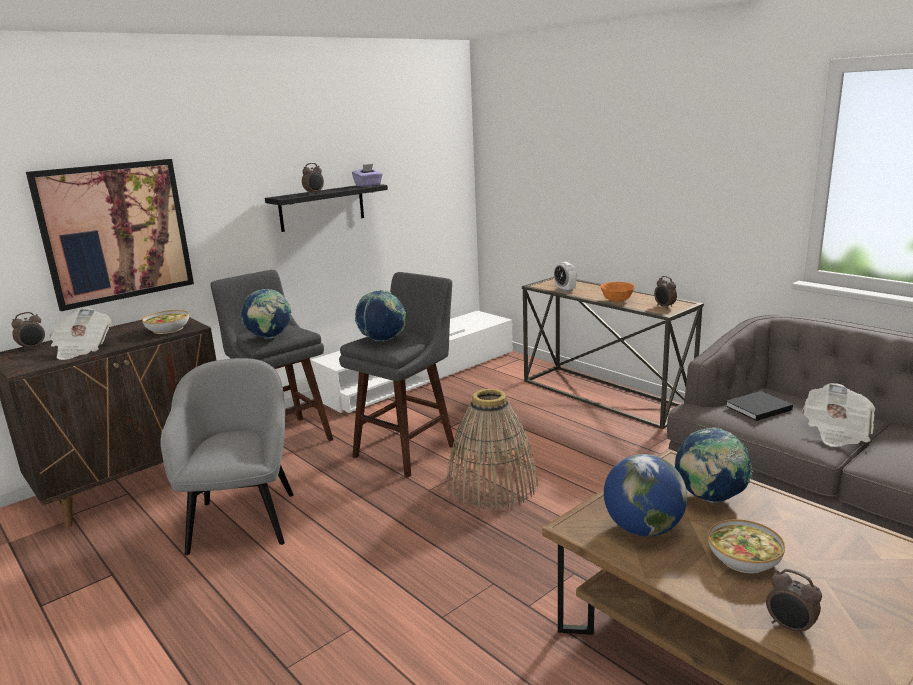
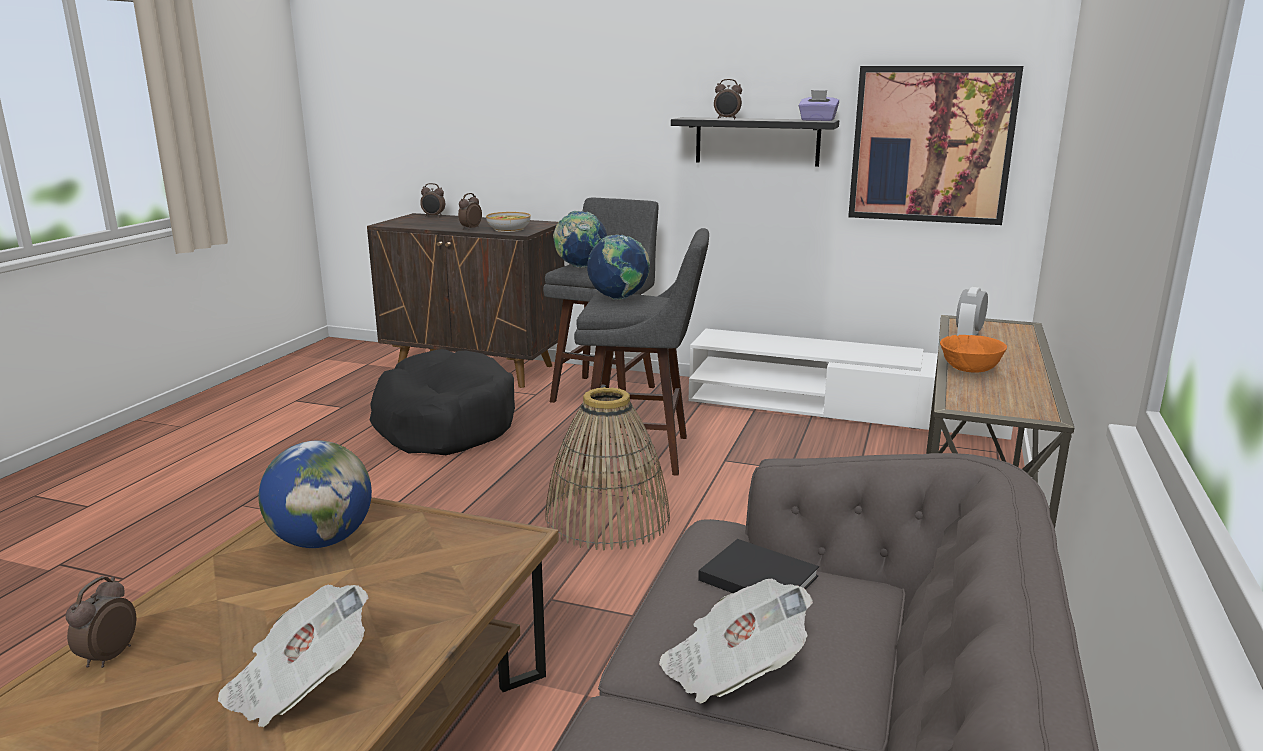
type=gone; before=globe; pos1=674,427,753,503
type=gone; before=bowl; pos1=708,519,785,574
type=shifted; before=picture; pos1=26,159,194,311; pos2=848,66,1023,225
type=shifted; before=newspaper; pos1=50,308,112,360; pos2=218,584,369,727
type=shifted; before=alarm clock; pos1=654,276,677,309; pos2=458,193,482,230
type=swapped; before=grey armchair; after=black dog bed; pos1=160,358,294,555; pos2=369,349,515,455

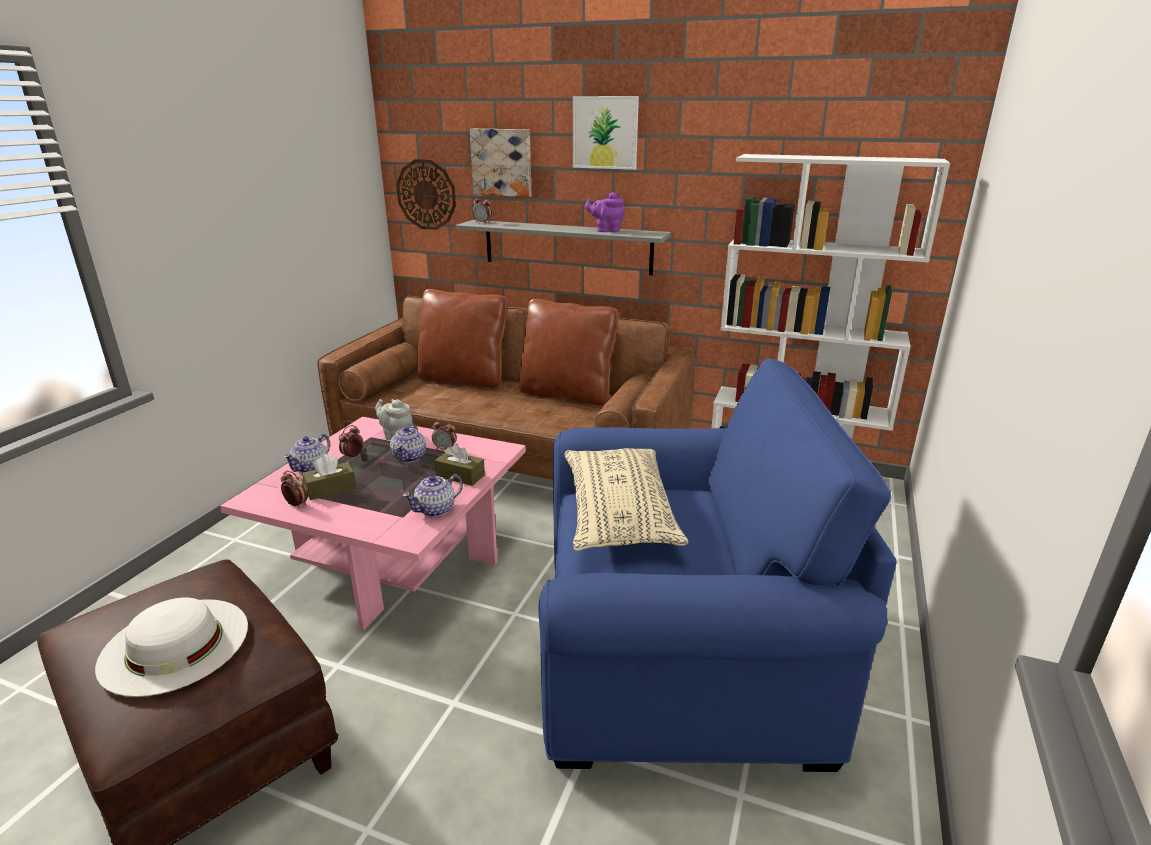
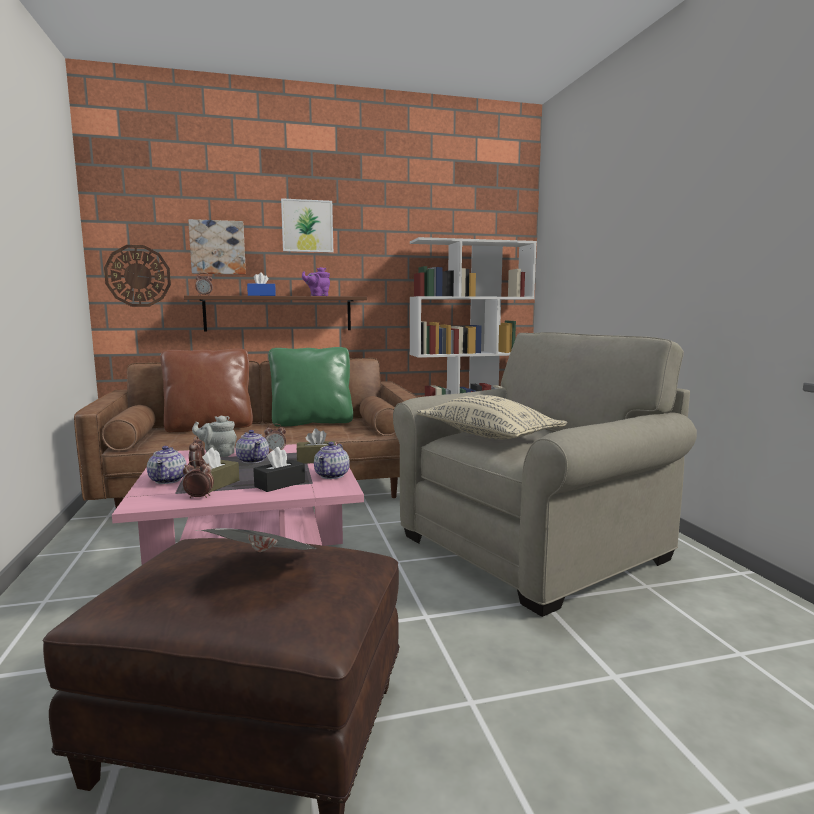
type=new; after=blue tissue box; pos2=247,272,276,296
type=new; after=black tissue box; pos2=253,447,305,492
type=swapped; before=white hat; after=newspaper; pos1=95,598,248,697; pos2=195,528,317,552
type=repainted; before=grey shelf; after=brown shelf; pos1=456,220,671,275; pos2=184,295,367,332
type=repainted; before=brown pillow; after=green pillow; pos1=519,299,619,405; pos2=269,347,353,427
type=repainted; before=blue armchair; after=beige armchair; pos1=539,358,896,772; pos2=393,332,697,617

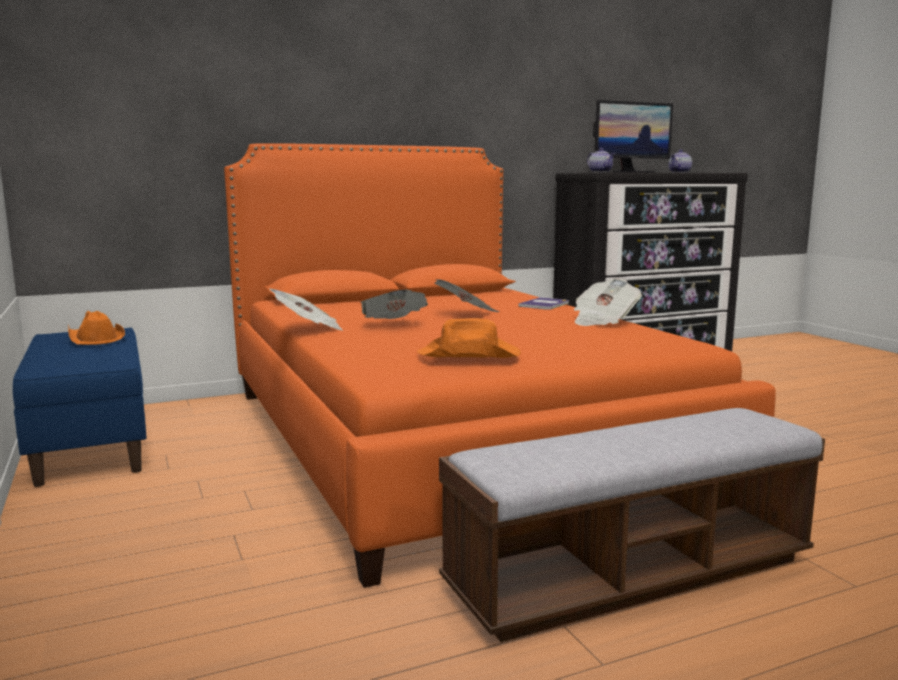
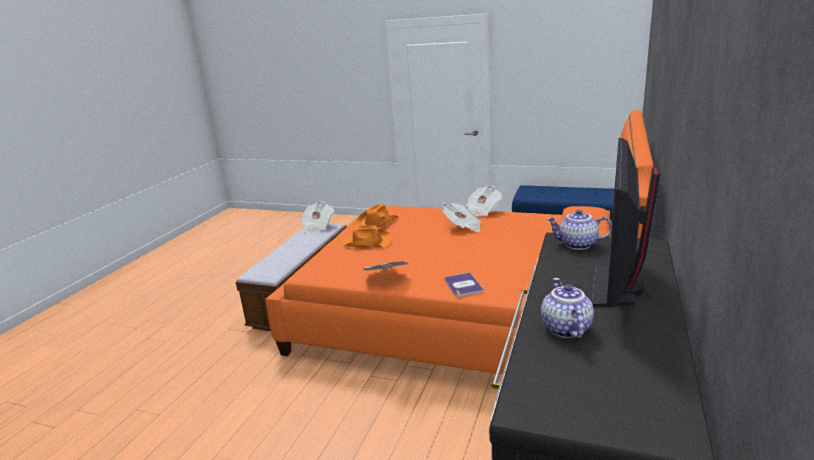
type=shifted; before=orange hat; pos1=68,311,125,345; pos2=343,225,392,248
type=shifted; before=newspaper; pos1=435,279,500,312; pos2=301,201,334,233

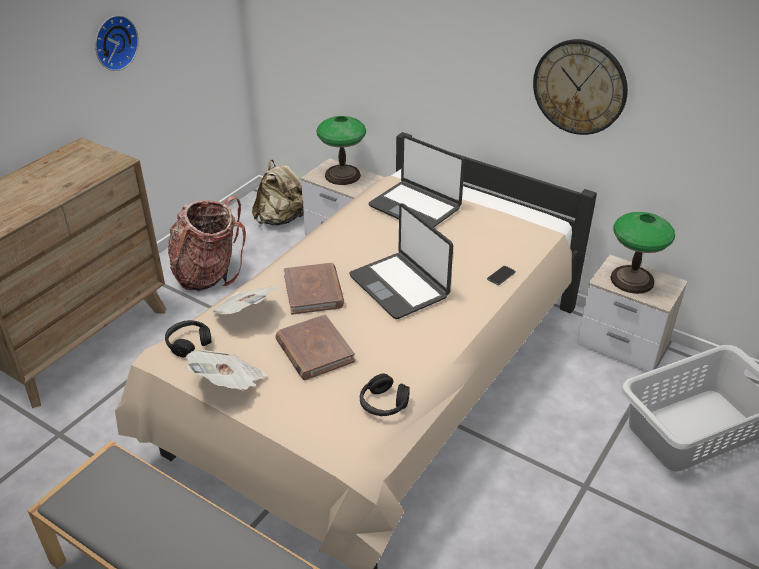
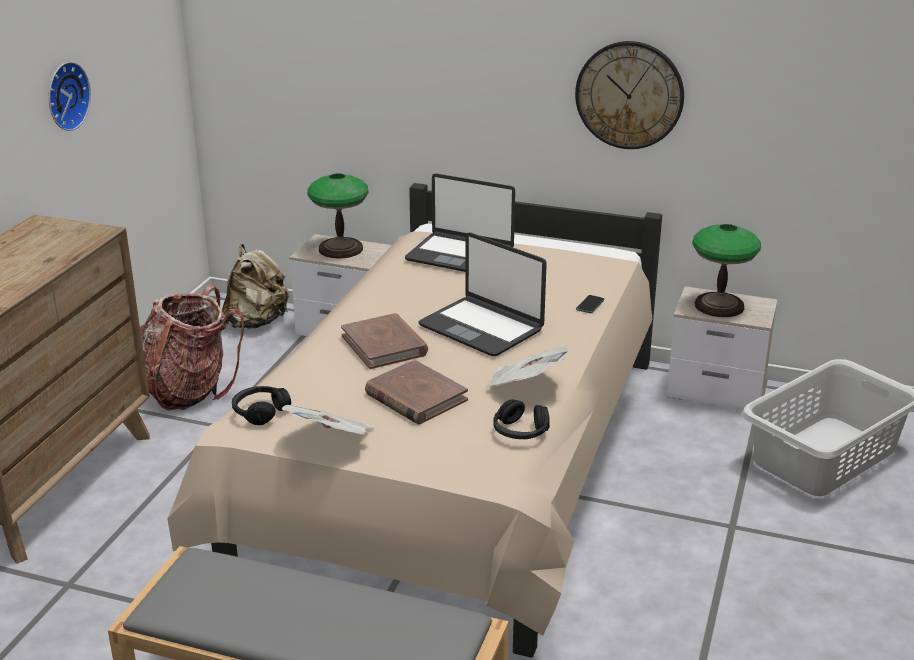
type=shifted; before=newspaper; pos1=211,286,276,314; pos2=487,345,569,387

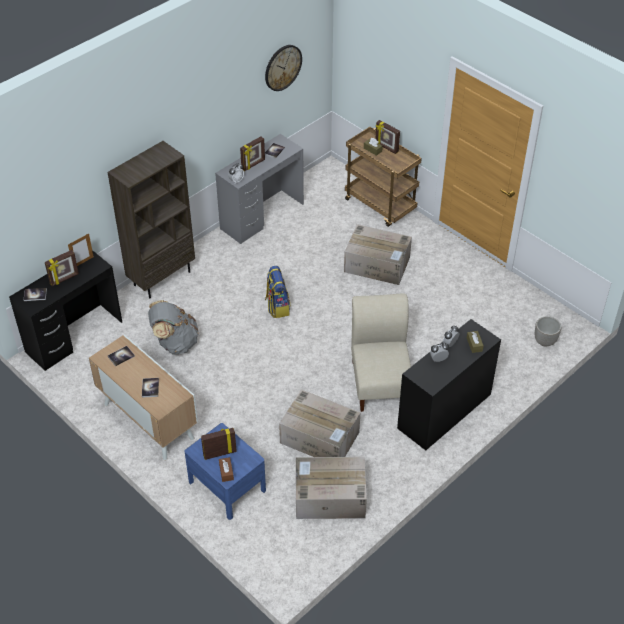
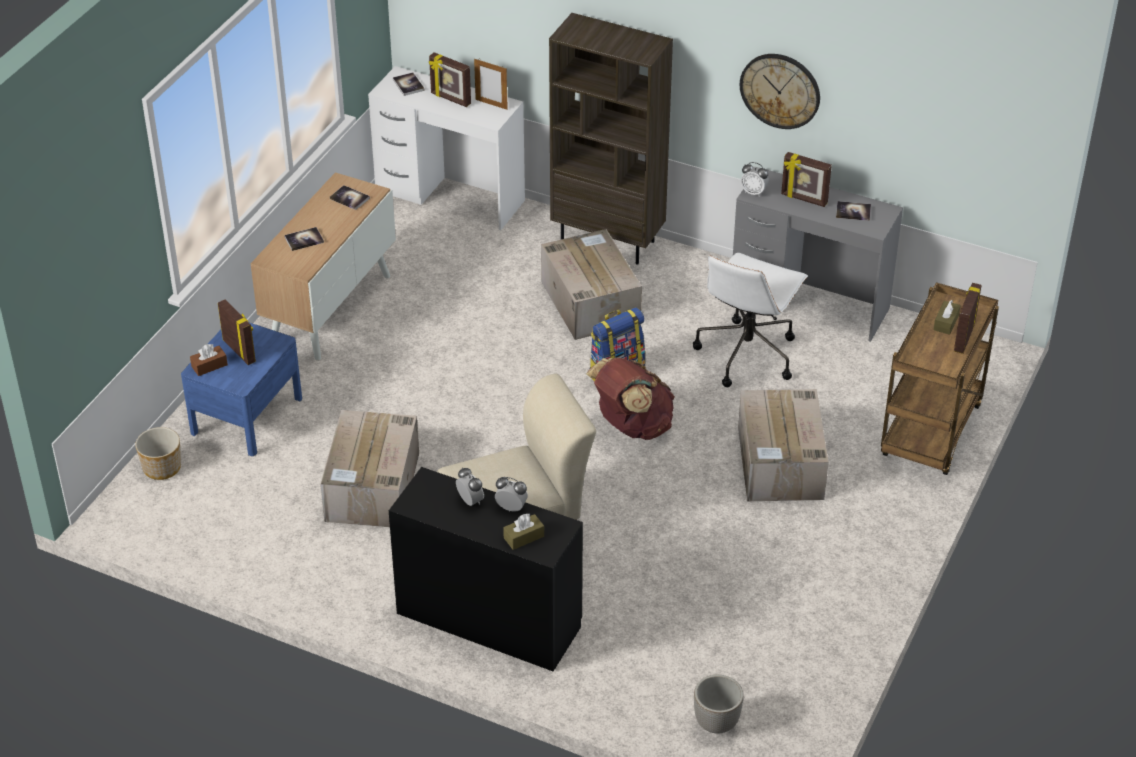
type=gone; before=grey backpack; pos1=148,300,199,355
type=new; after=planter; pos2=135,427,181,480
type=new; after=brown backpack; pos2=586,357,675,440
type=new; after=white office chair; pos2=693,253,808,387
type=shifted; before=wall clock; pos1=265,45,302,91; pos2=740,54,820,129
type=shifted; before=cardboard box; pos1=296,457,367,519; pos2=541,229,642,340
type=repainted; before=black desk; after=white desk; pos1=9,250,122,371; pos2=368,66,525,230

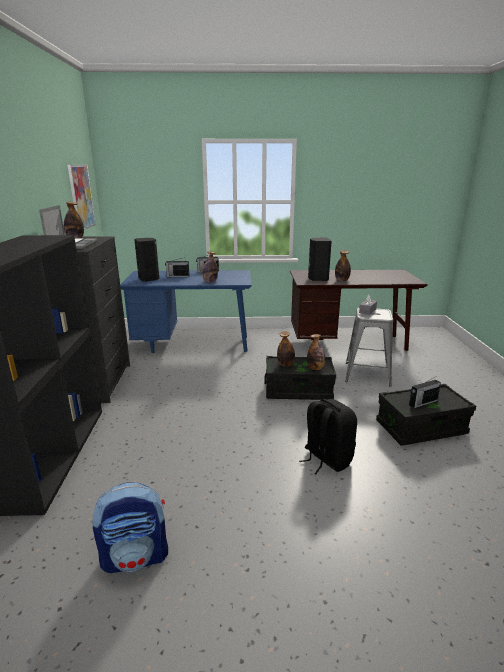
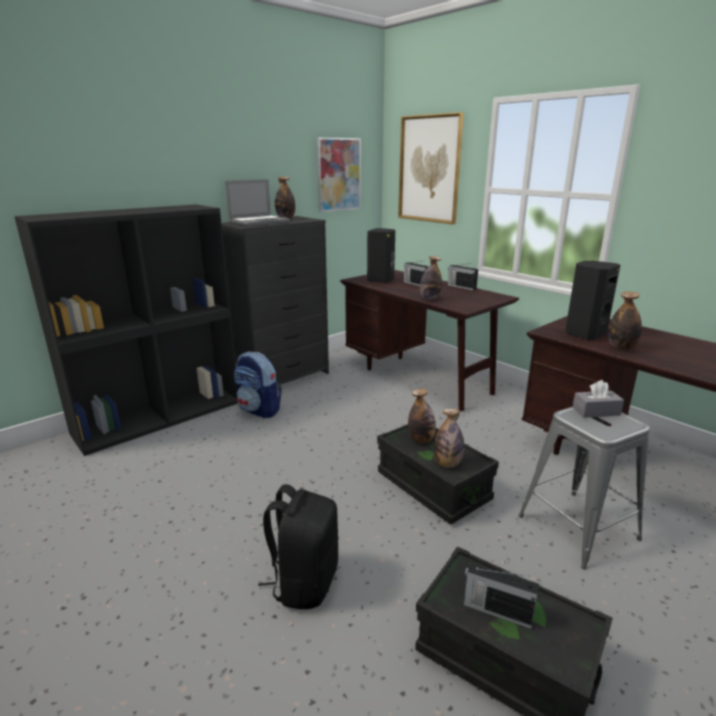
type=new; after=picture; pos2=398,112,464,224
type=shifted; before=backpack; pos1=93,482,168,573; pos2=234,352,281,418
type=repainted; before=blue desk; after=brown desk; pos1=120,270,251,353; pos2=340,270,519,411

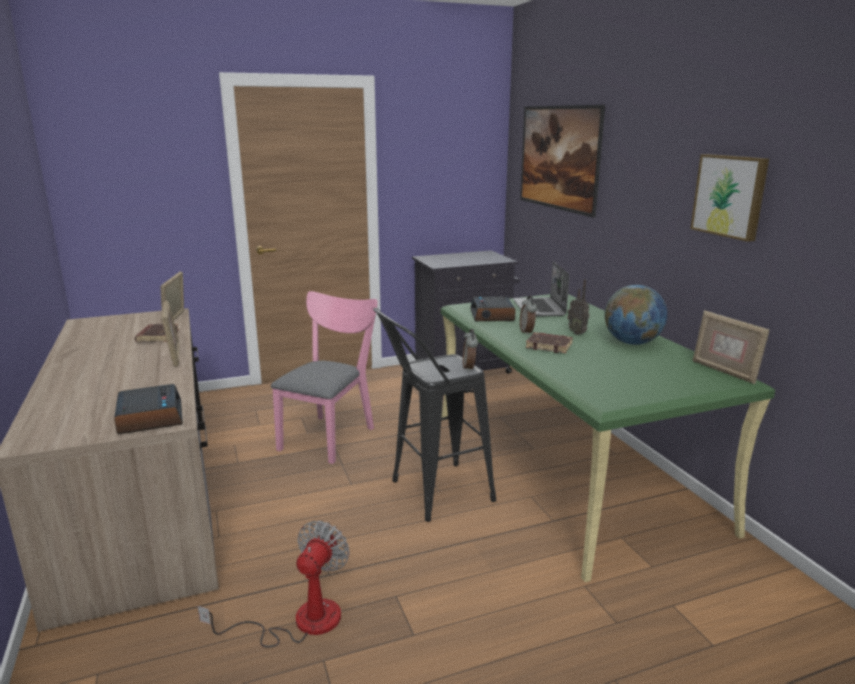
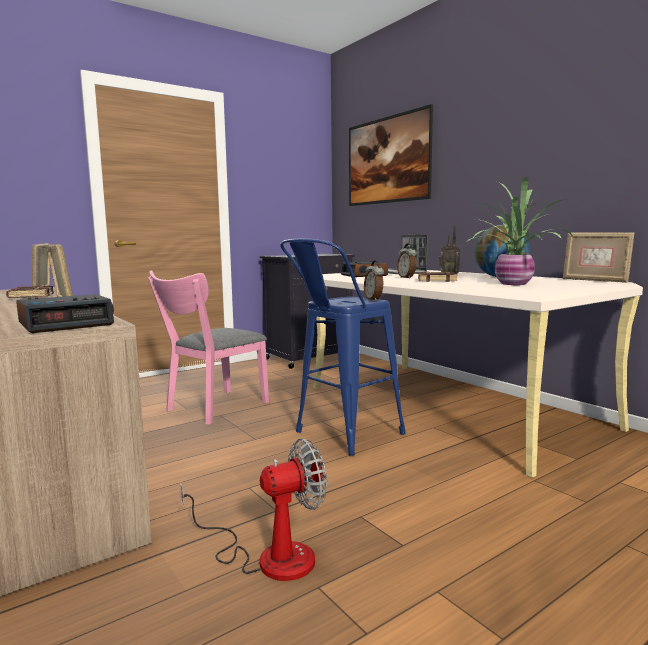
type=gone; before=picture; pos1=690,154,769,242
type=new; after=potted plant; pos2=468,177,573,285
type=repainted; before=black stool; after=blue stool; pos1=373,308,496,522; pos2=280,239,406,456
type=repainted; before=green desk; after=beige desk; pos1=441,294,775,582; pos2=313,270,643,478
type=rotated; before=alarm clock; pos1=114,384,183,434; pos2=16,294,114,333; turn=90
type=rotated; before=fan; pos1=198,521,350,648; pos2=180,438,327,581; turn=60
type=rotated; before=pink chair; pos1=271,291,378,464; pos2=148,270,269,425; turn=-150

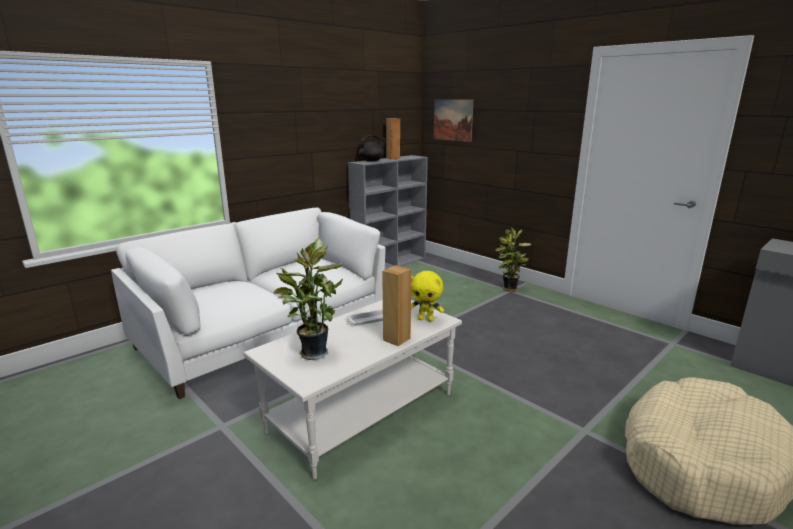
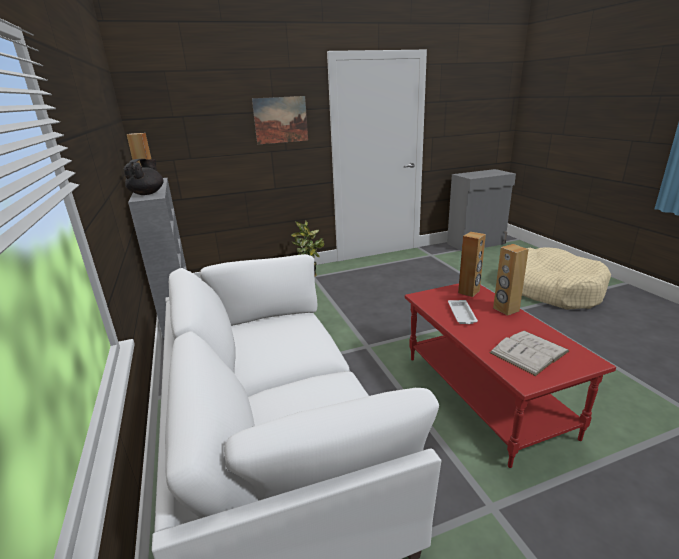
type=shifted; before=picture; pos1=434,99,474,142; pos2=252,96,308,145
type=swapped; before=potted plant; after=white book; pos1=273,237,343,360; pos2=489,331,569,376
type=swapped; before=yellow plush toy; after=brown speaker; pos1=411,271,444,322; pos2=458,232,486,297
type=repainted; before=white coffee table; after=red coffee table; pos1=243,300,462,480; pos2=405,283,616,468

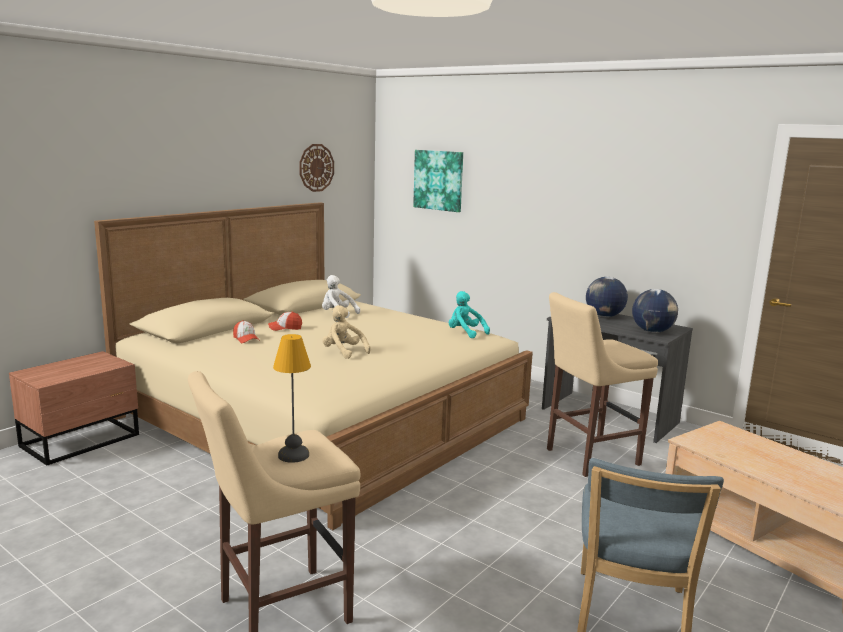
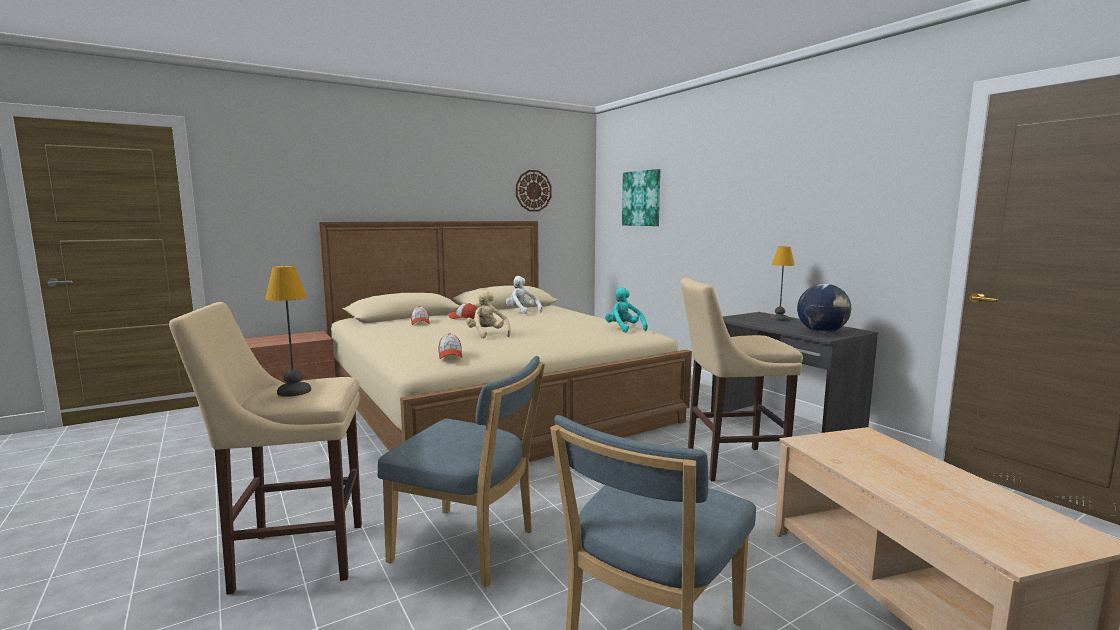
type=new; after=blue chair; pos2=378,356,545,587
type=new; after=cap; pos2=438,333,462,359
type=swapped; before=globe; after=table lamp; pos1=586,277,628,317; pos2=770,247,795,321

